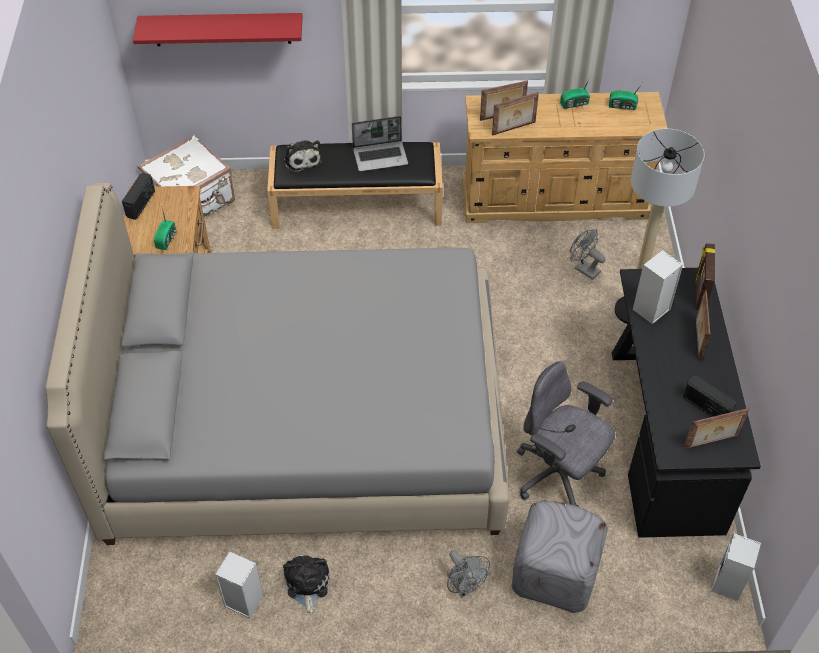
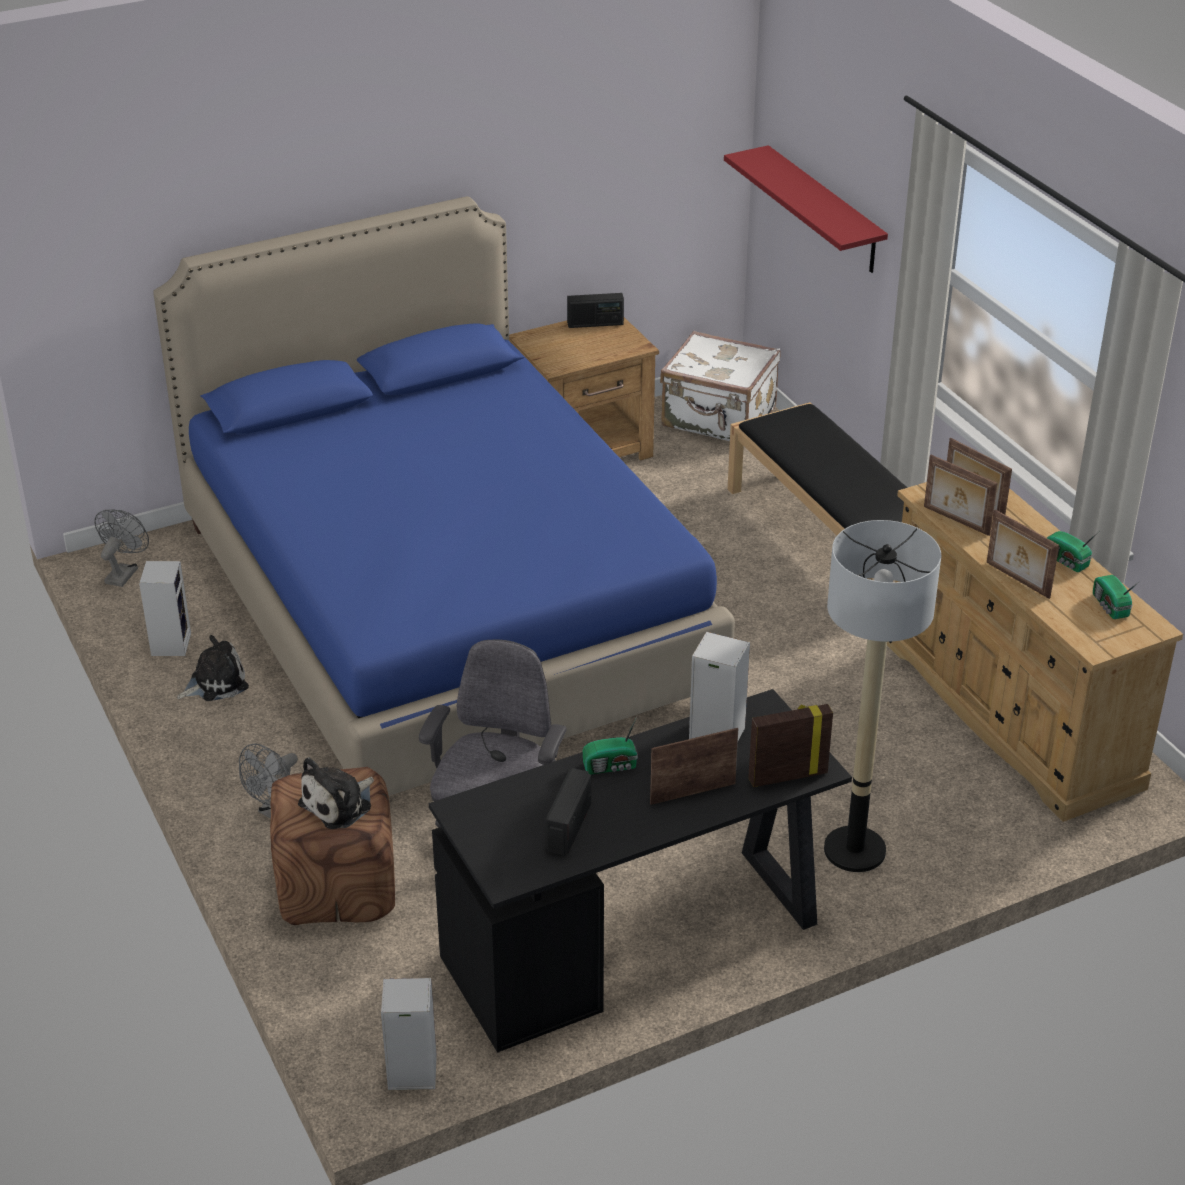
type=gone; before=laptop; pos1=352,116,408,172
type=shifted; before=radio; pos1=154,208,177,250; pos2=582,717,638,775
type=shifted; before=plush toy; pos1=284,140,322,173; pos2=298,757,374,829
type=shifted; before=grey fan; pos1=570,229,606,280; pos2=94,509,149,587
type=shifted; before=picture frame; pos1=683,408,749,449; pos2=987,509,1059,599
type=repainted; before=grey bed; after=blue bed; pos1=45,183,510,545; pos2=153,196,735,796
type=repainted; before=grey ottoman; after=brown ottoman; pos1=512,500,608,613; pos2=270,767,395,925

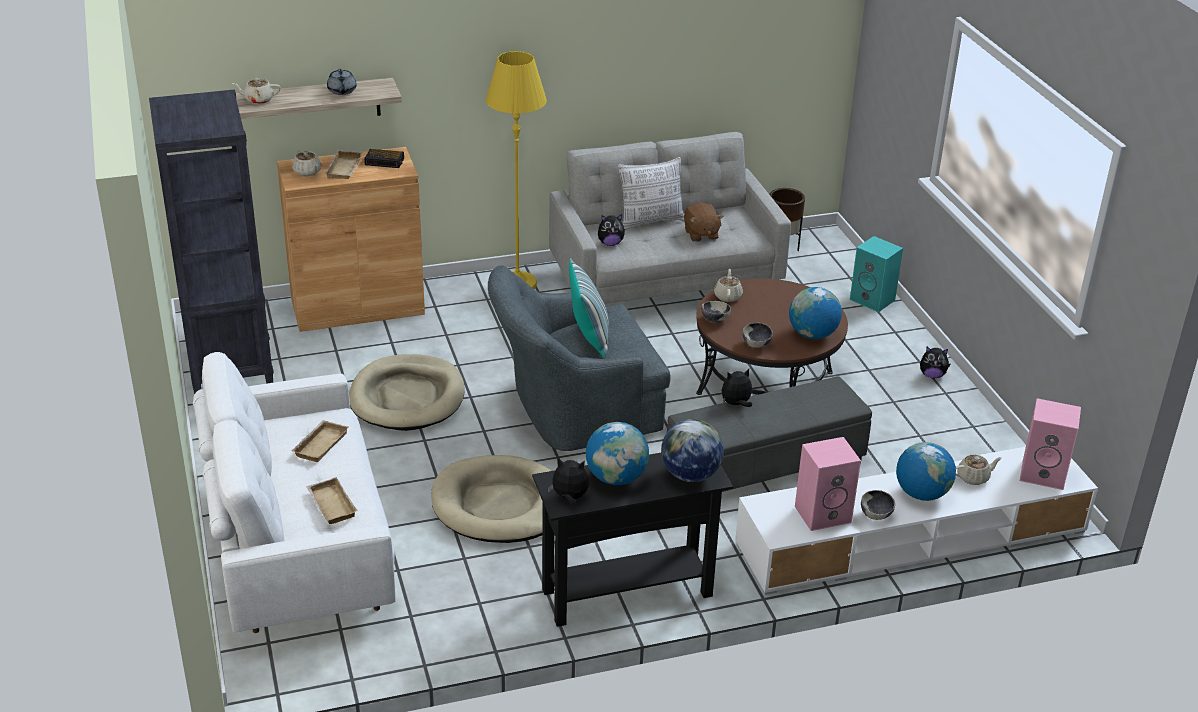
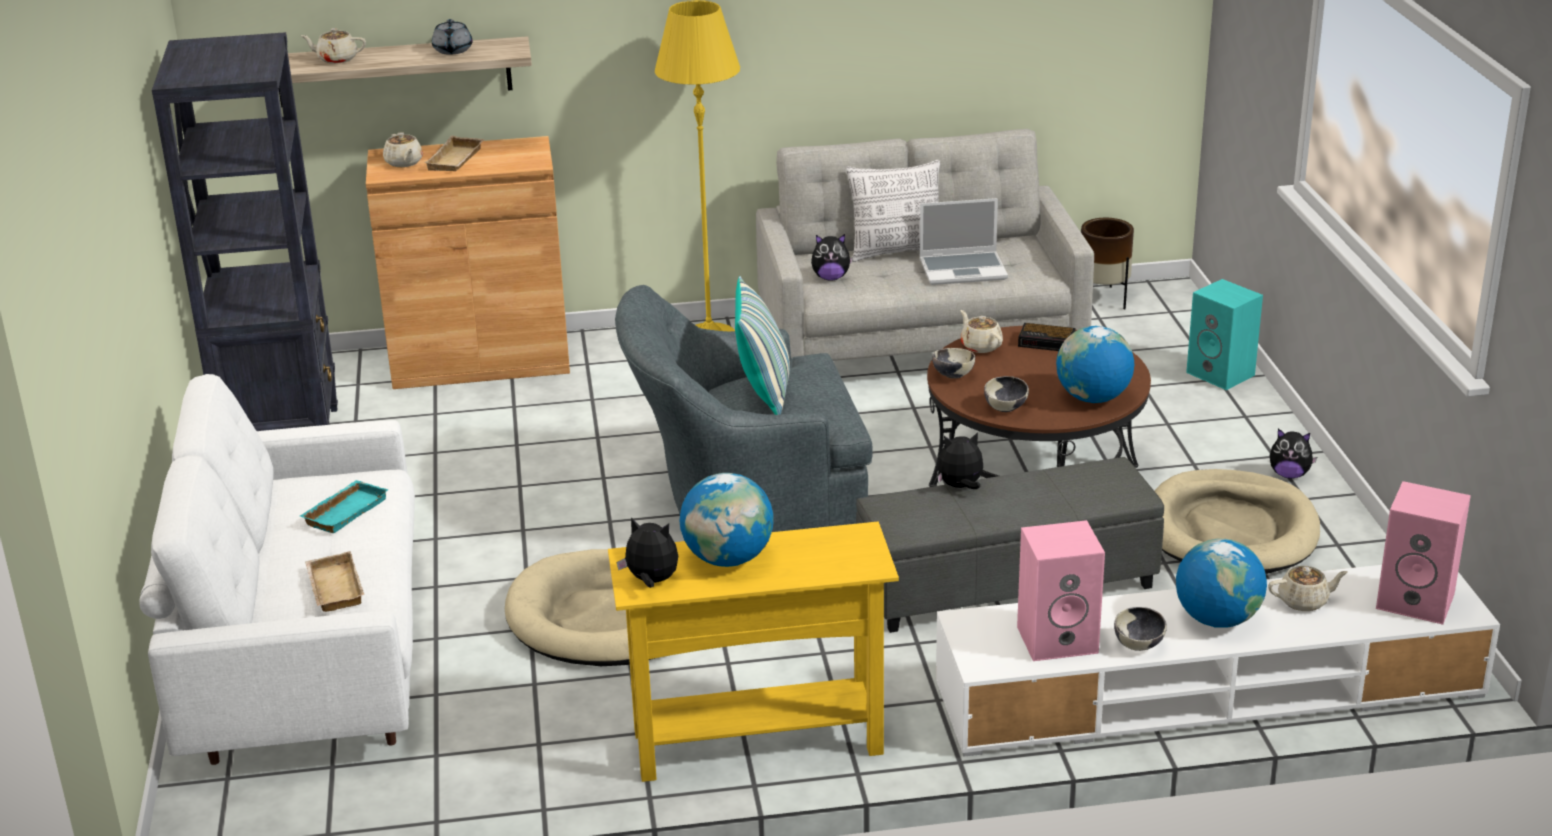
type=gone; before=globe; pos1=661,419,724,482
type=shifted; before=beige dog bed; pos1=349,354,465,431; pos2=1155,469,1320,574
type=shifted; before=alarm clock; pos1=364,149,404,168; pos2=1018,323,1076,351
type=swapped; before=brown plush toy; after=laptop; pos1=684,203,724,242; pos2=920,198,1008,285
type=repainted; before=beige tray; after=turquoise tray; pos1=291,420,349,462; pos2=299,480,388,533
type=repainted; before=black console table; after=yellow console table; pos1=532,453,733,627; pos2=608,522,899,782
type=rotated; before=beige teapot; pos1=714,269,743,302; pos2=960,310,1003,353; turn=-45

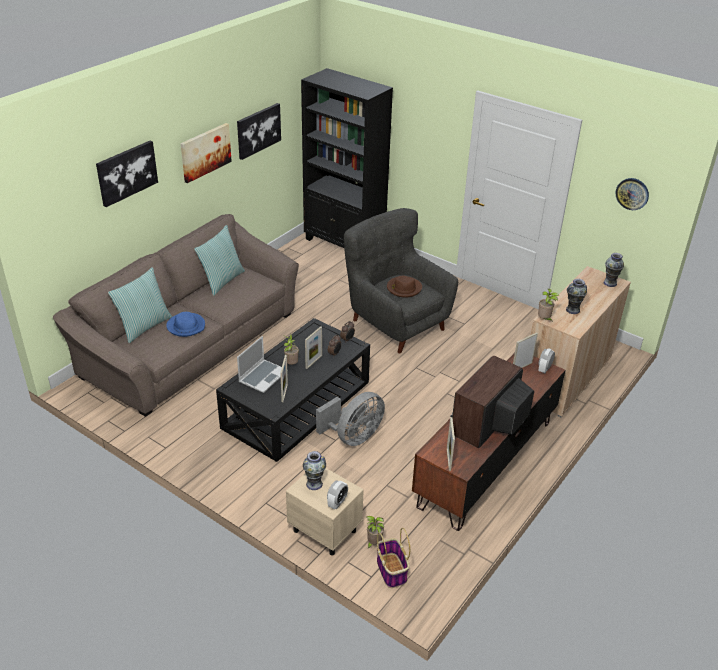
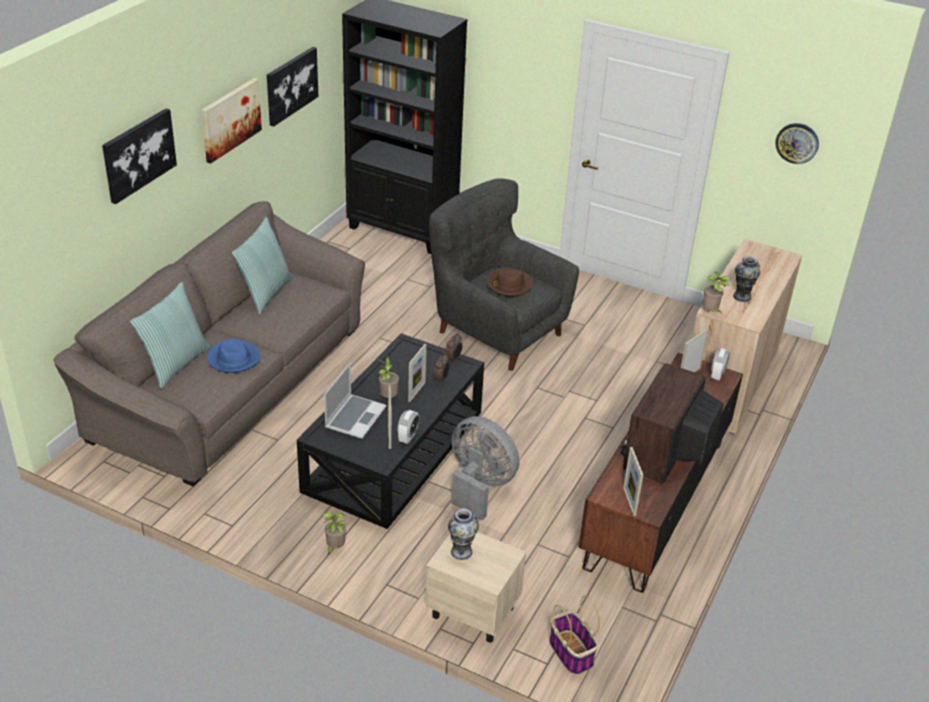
type=gone; before=vase; pos1=604,253,624,287
type=shifted; before=alarm clock; pos1=327,480,348,510; pos2=397,410,420,444
type=shifted; before=potted plant; pos1=366,516,384,549; pos2=322,513,346,555
type=rotated; before=grey fan; pos1=316,392,385,446; pos2=451,416,519,520; turn=-90

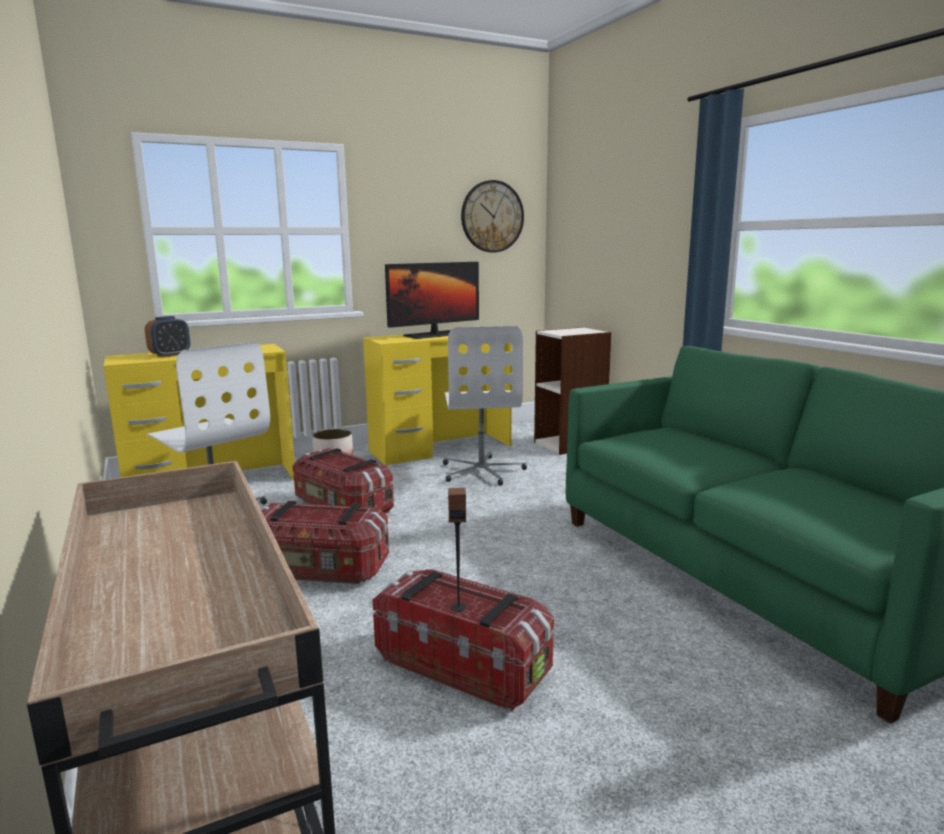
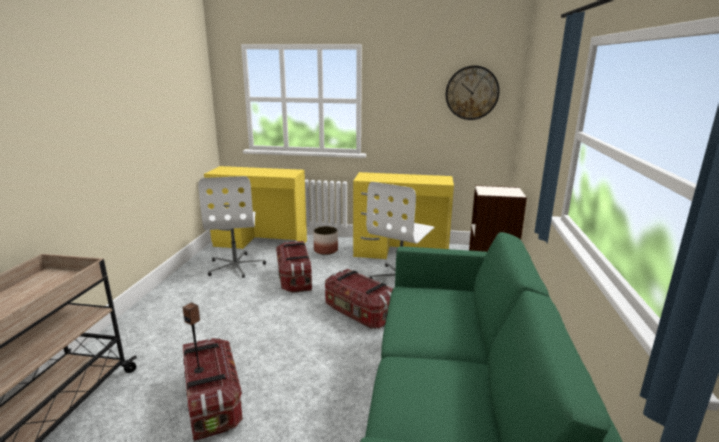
type=gone; before=alarm clock; pos1=145,316,190,358
type=gone; before=monitor; pos1=385,262,479,339
type=shifted; before=storage box; pos1=261,501,389,584; pos2=325,269,393,329

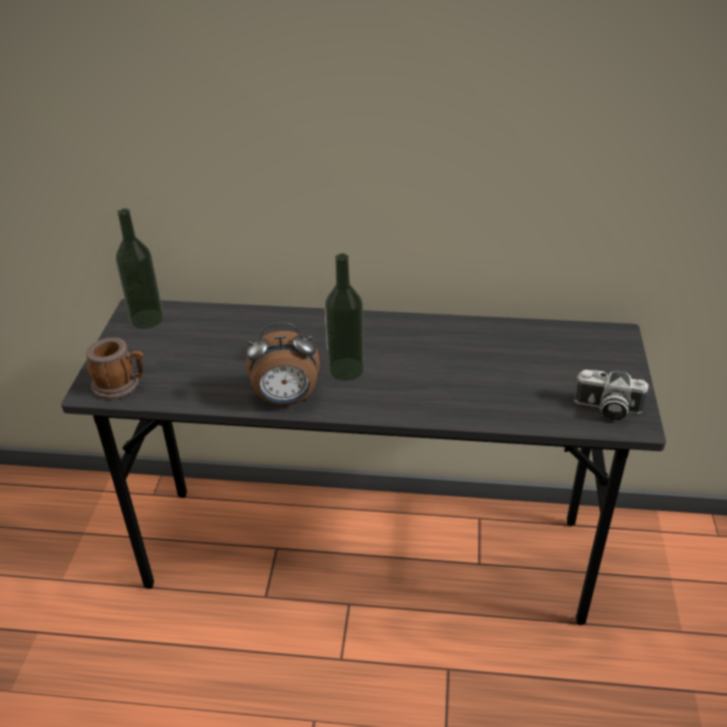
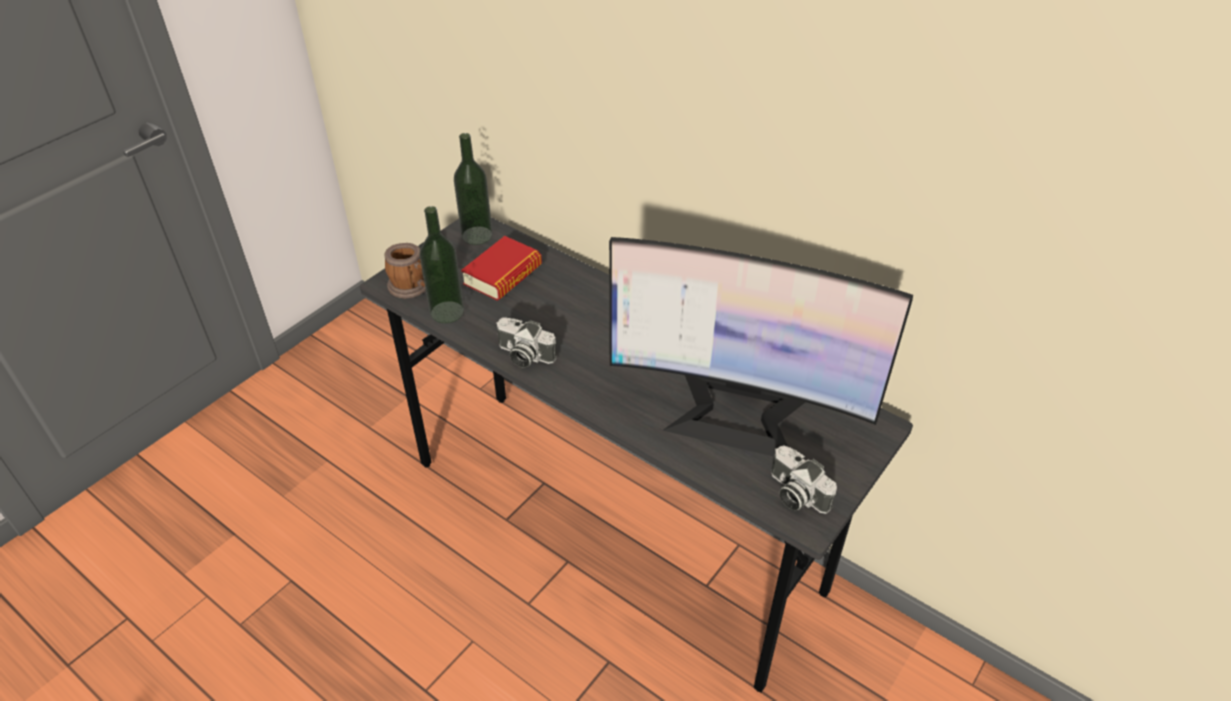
type=new; after=book; pos2=461,236,542,301
type=new; after=monitor; pos2=609,237,913,457
type=shifted; before=bottle; pos1=325,253,364,381; pos2=420,206,464,323
type=swapped; before=alarm clock; after=photo camera; pos1=246,322,320,405; pos2=496,317,557,368

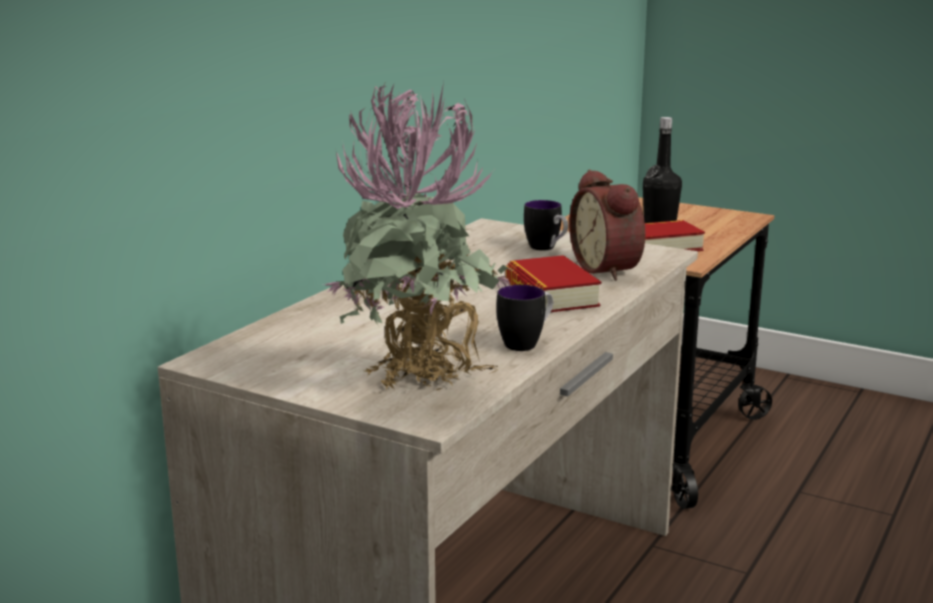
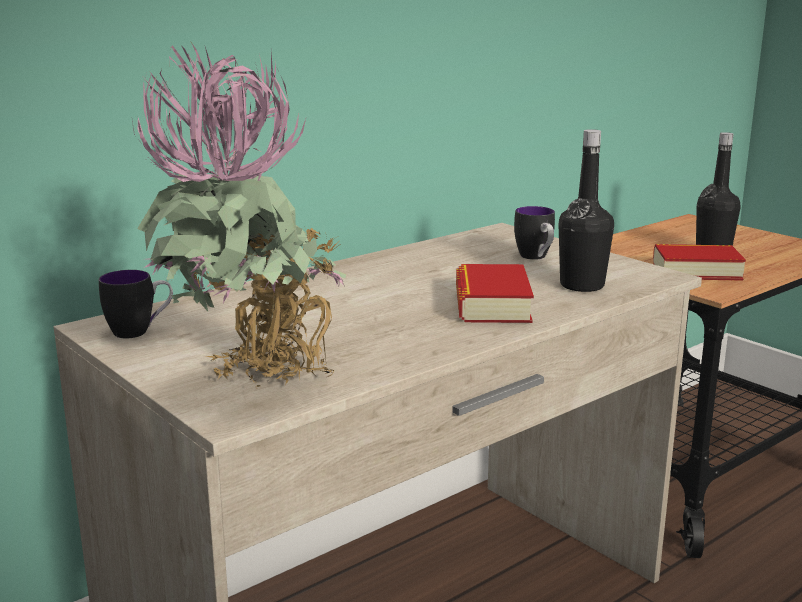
type=shifted; before=mug; pos1=496,285,553,351; pos2=99,270,173,338
type=swapped; before=alarm clock; after=black bottle; pos1=569,169,645,281; pos2=559,129,614,292

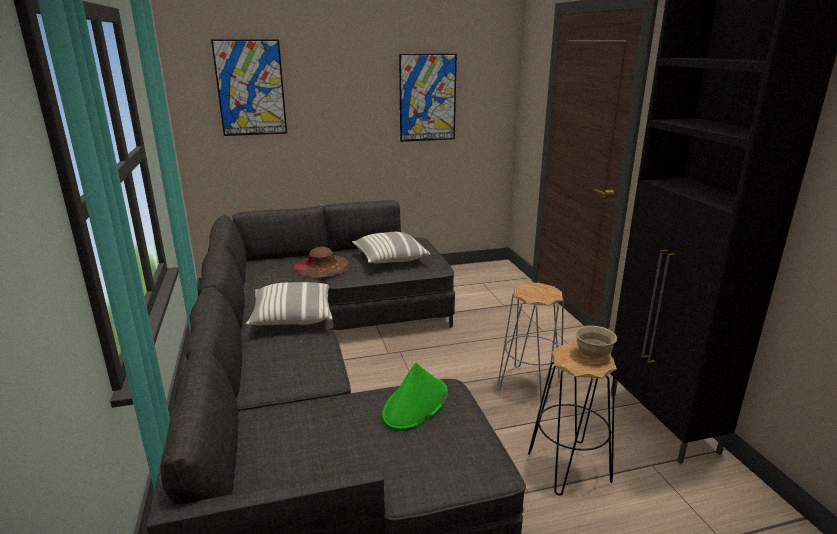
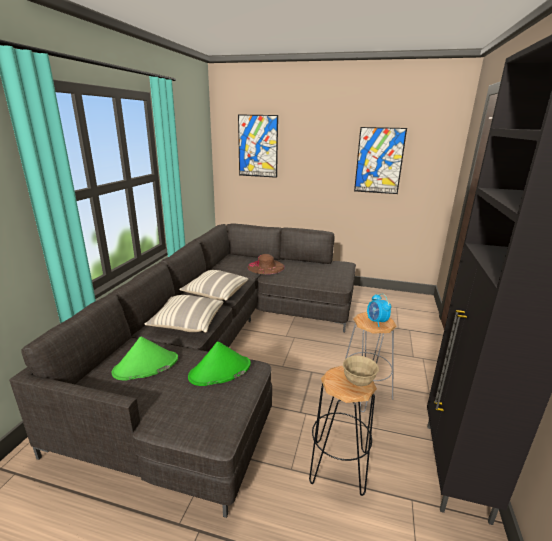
type=new; after=green hat; pos2=112,336,178,380
type=new; after=alarm clock; pos2=367,294,391,327
type=shifted; before=pillow; pos1=352,232,430,263; pos2=145,295,223,333

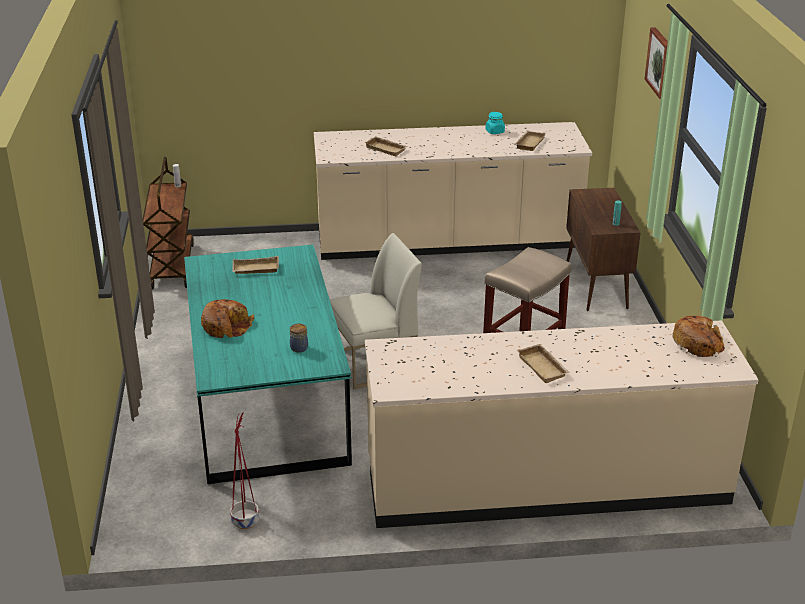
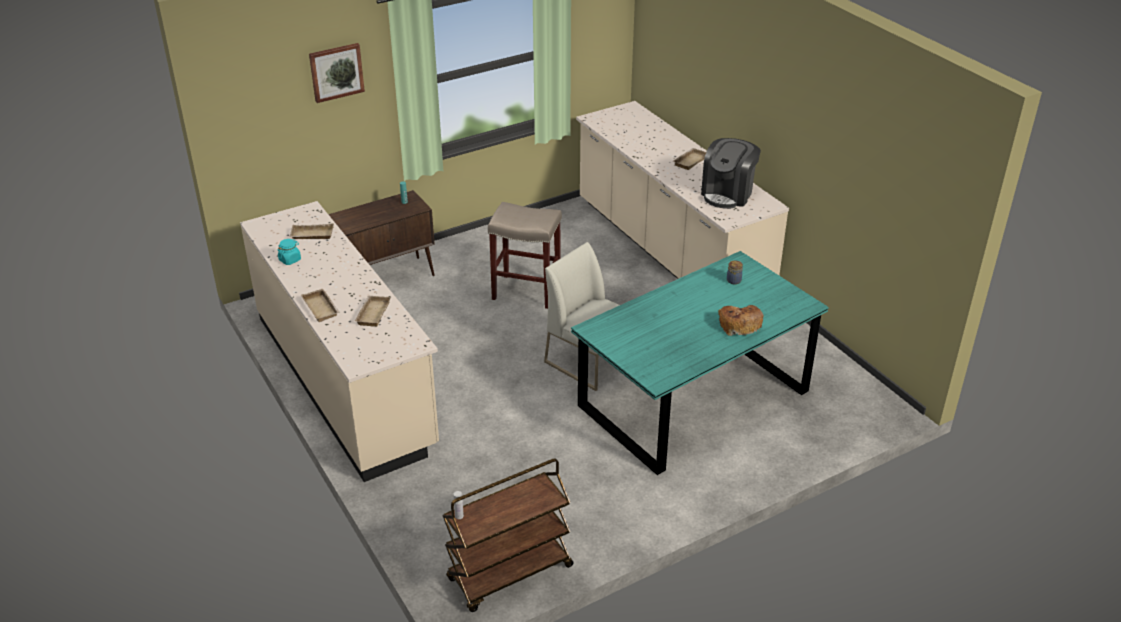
type=gone; before=red planter; pos1=230,412,259,529
type=gone; before=bread; pos1=673,316,725,357
type=new; after=coffee machine; pos2=701,138,761,209
type=shifted; before=beige tray; pos1=232,256,279,274; pos2=301,289,340,322

